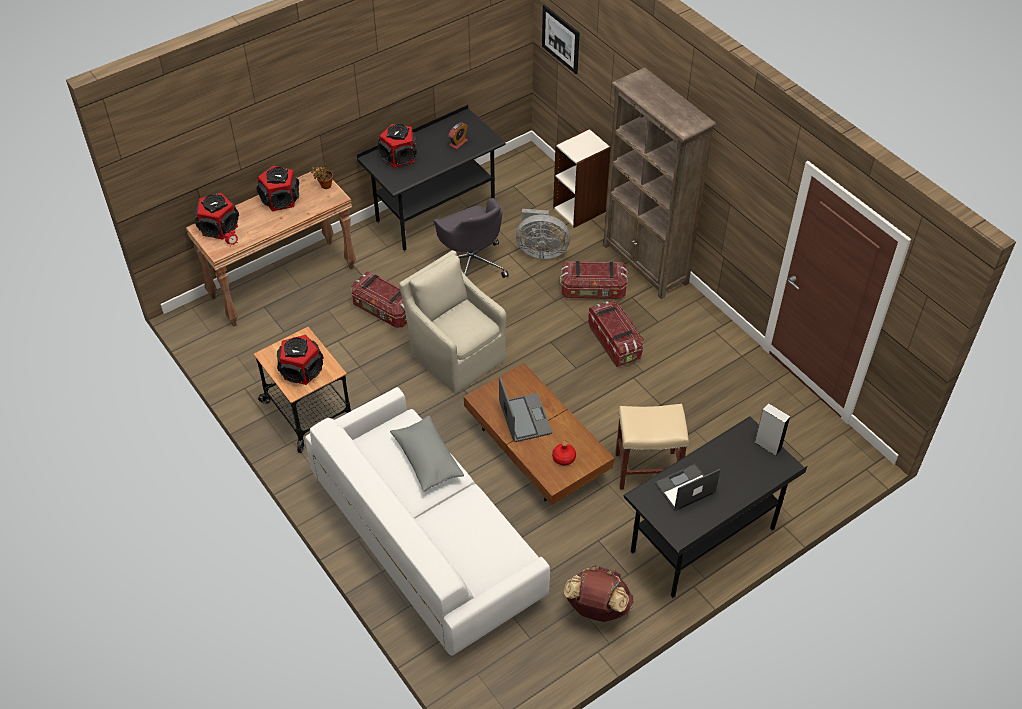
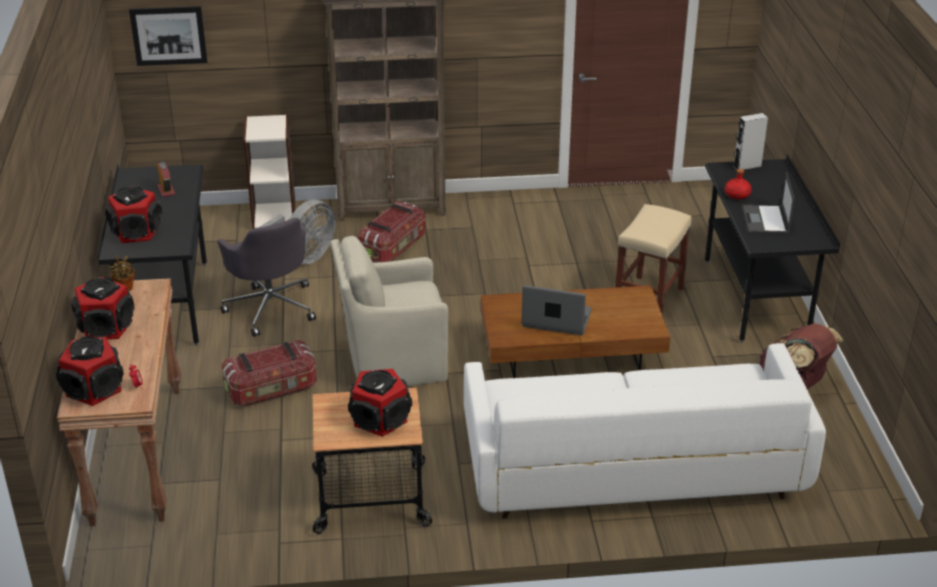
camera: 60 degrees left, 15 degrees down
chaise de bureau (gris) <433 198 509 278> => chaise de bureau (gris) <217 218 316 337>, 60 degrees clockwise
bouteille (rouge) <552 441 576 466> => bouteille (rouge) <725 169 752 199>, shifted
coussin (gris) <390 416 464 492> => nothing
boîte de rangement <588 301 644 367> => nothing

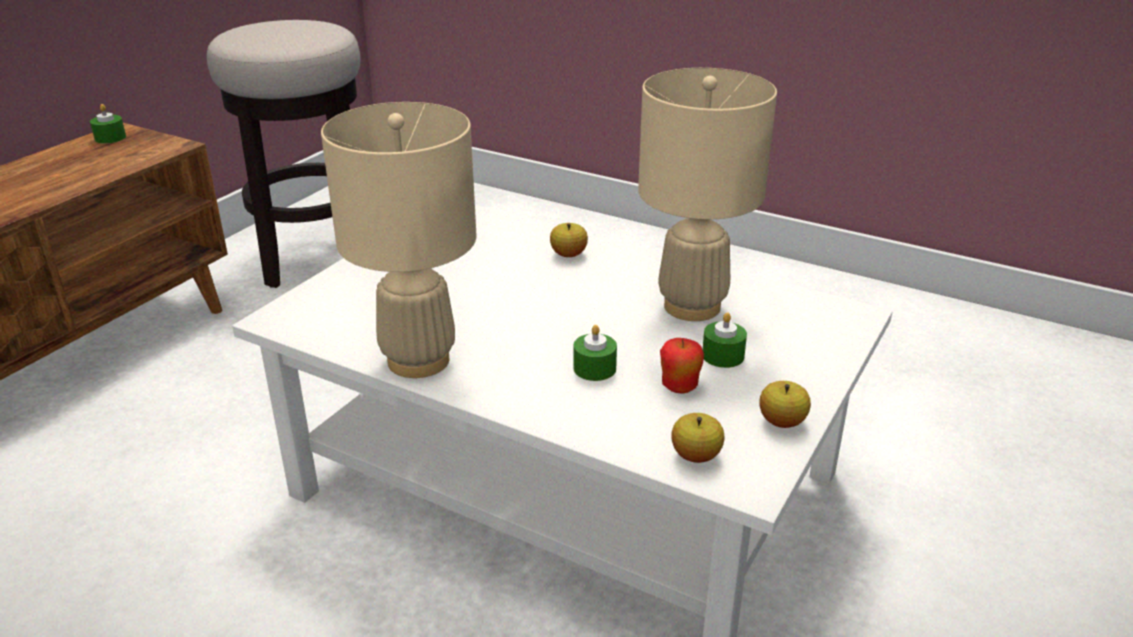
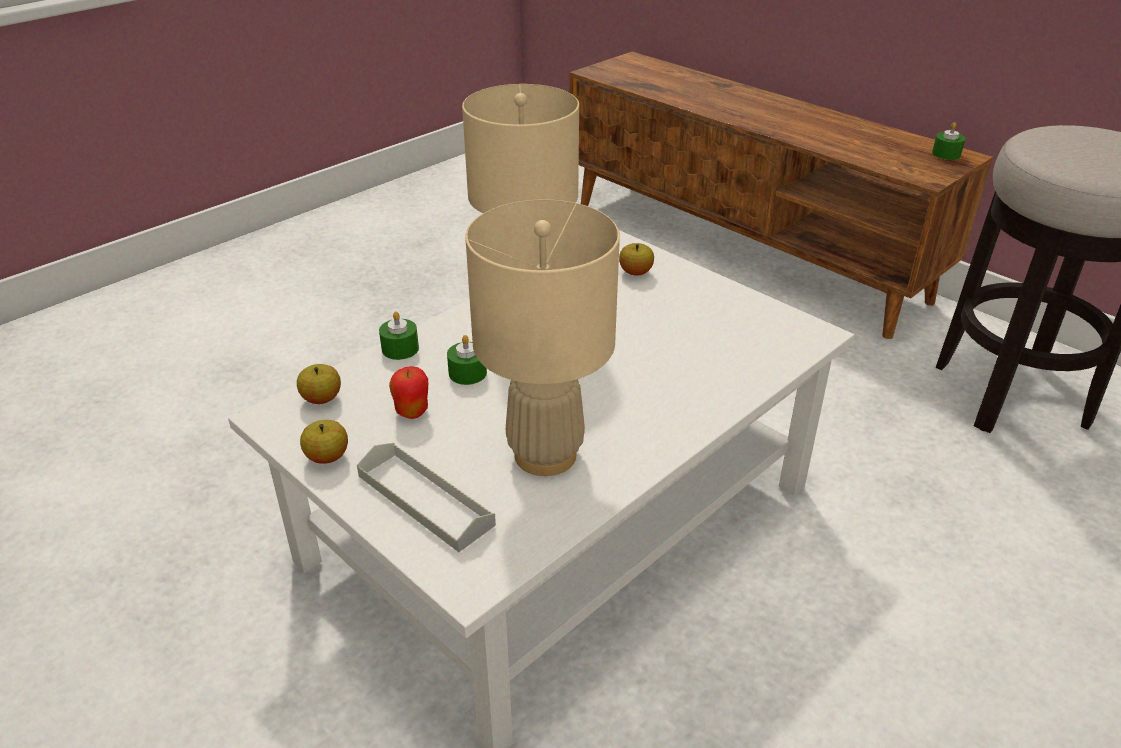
camera: 105 degrees right, 5 degrees up
nothing => plateau (gris) <357 443 496 552>
bougie (vert) <703 312 747 368> => bougie (vert) <379 311 419 360>, shifted
pomme <550 223 588 257> => pomme <619 243 654 276>, shifted

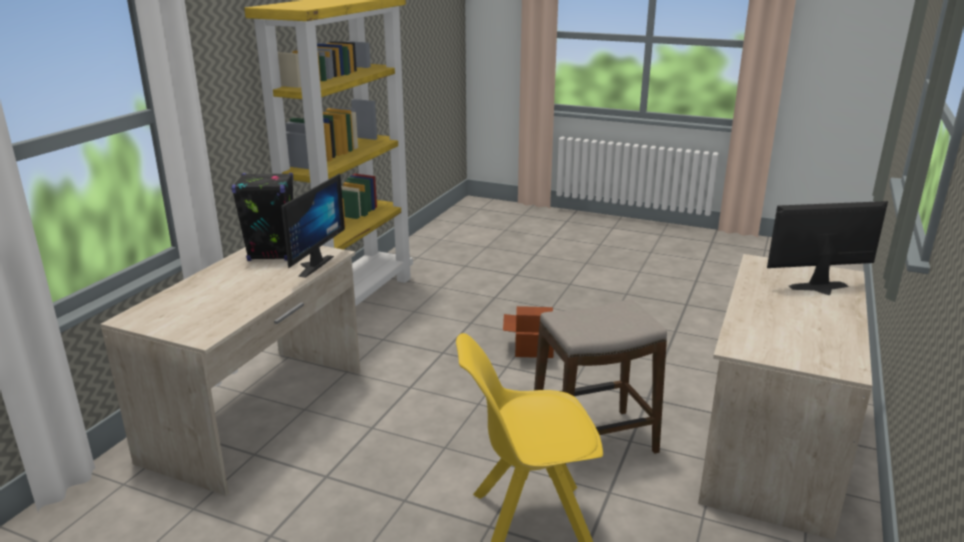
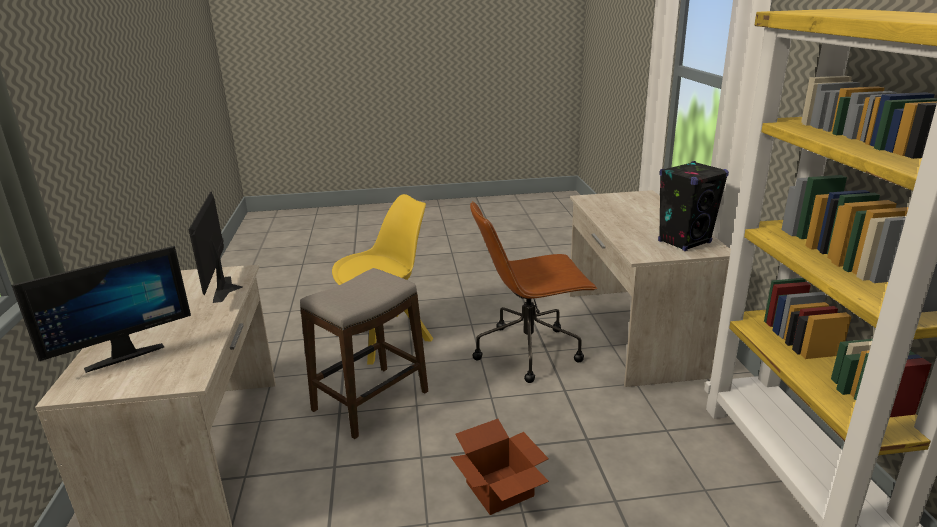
camera: 150 degrees right, 0 degrees up
écran d'ordinateur <281 173 345 278> => écran d'ordinateur <188 191 243 303>, shifted
nothing => chaise de bureau (marron) <470 201 598 383>

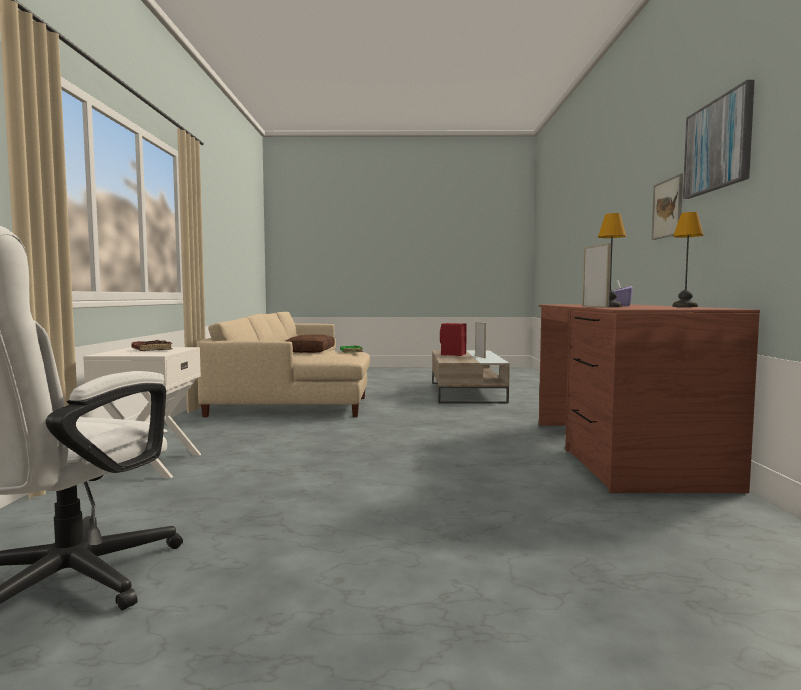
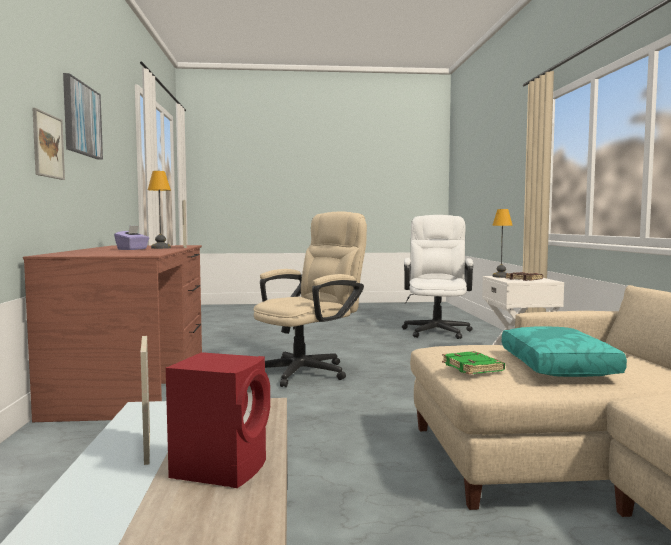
camera: 175 degrees right, 0 degrees up
nothing => chaise de bureau (beige) <253 212 367 387>
lampe de table <672 212 704 307> => lampe de table <492 209 513 278>, shifted
coussin (marron) <285 335 335 353> => coussin (turquoise) <502 326 627 377>

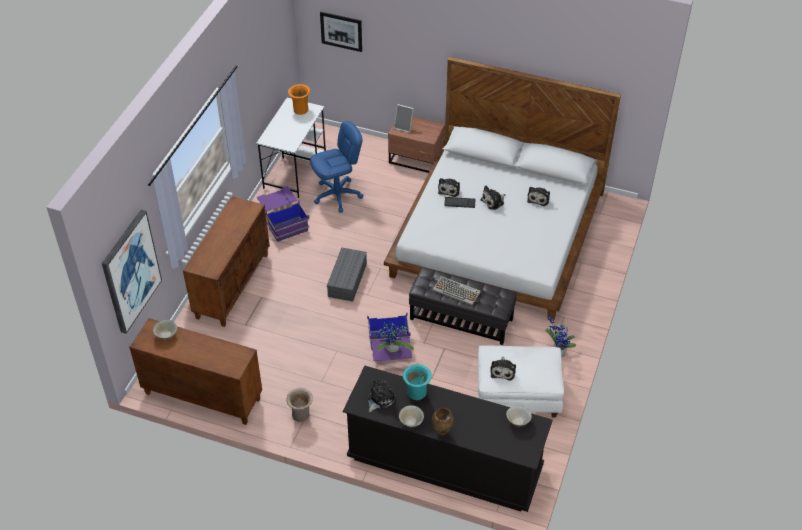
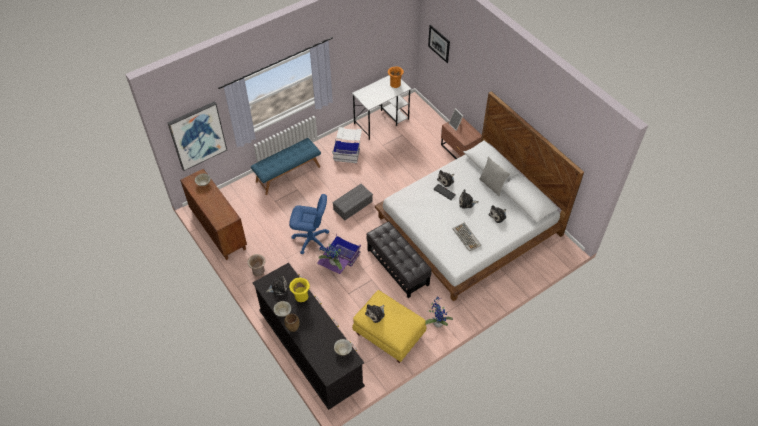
camera: 35 degrees right, 5 degrees up
meuble de rangement (marron) <183 196 270 327> => banc (bleu) <251 138 321 195>
chaise de bureau (bleu) <310 121 363 213> => chaise de bureau (bleu) <289 194 329 254>, shifted
vase (turquoise) <403 364 432 400> => vase (jaune) <289 278 310 302>
boîte de rangement (violet) <257 186 309 242> => boîte de rangement (blanc) <332 127 362 163>
pouf (blanc) <478 345 564 418> => pouf (jaune) <352 290 427 363>
clavier <433 276 481 306> => clavier <453 223 481 251>, shifted
nothing => coussin (gris) <479 156 510 197>

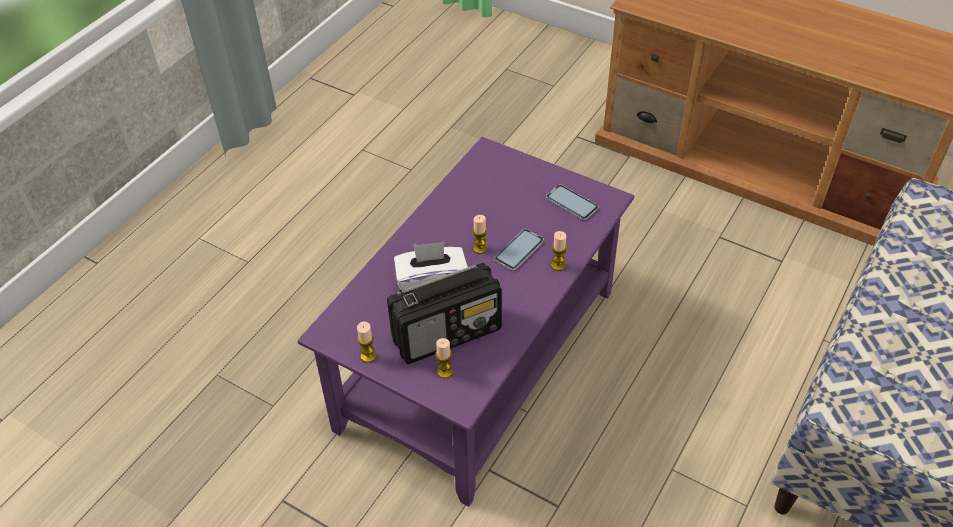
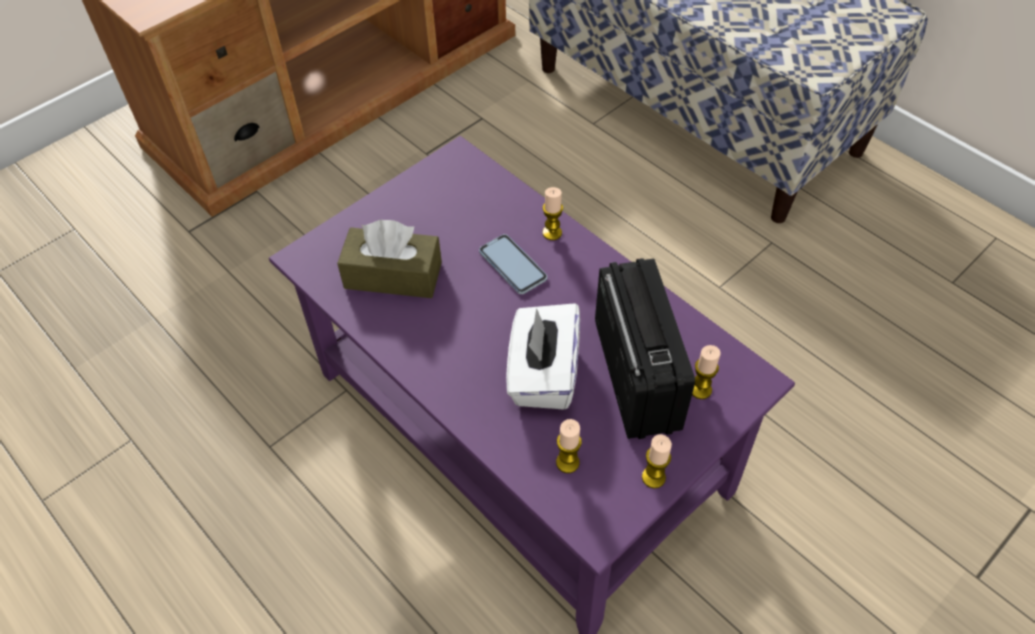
camera: 75 degrees left, 5 degrees up
nothing => boîte à mouchoirs (marron) <337 220 442 298>
bougie <472 215 488 254> => bougie <556 419 582 473>, shifted
téléphone <546 184 599 220> => nothing

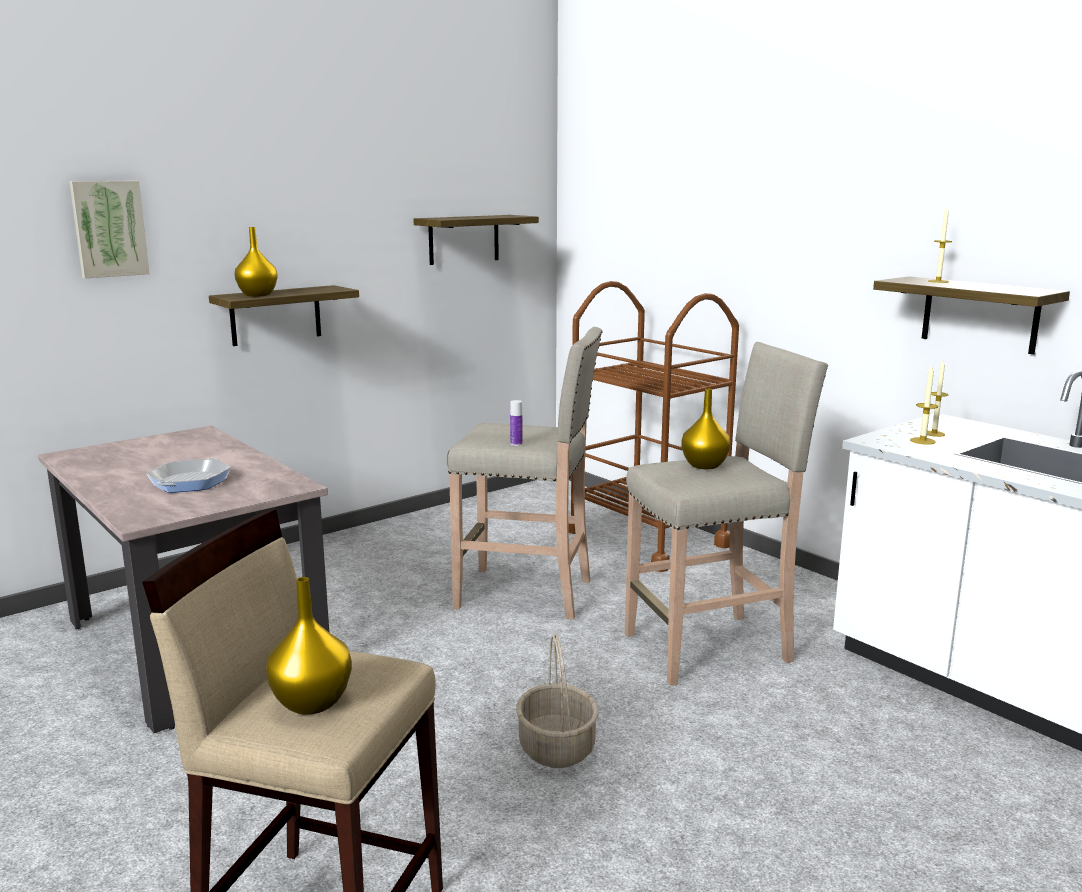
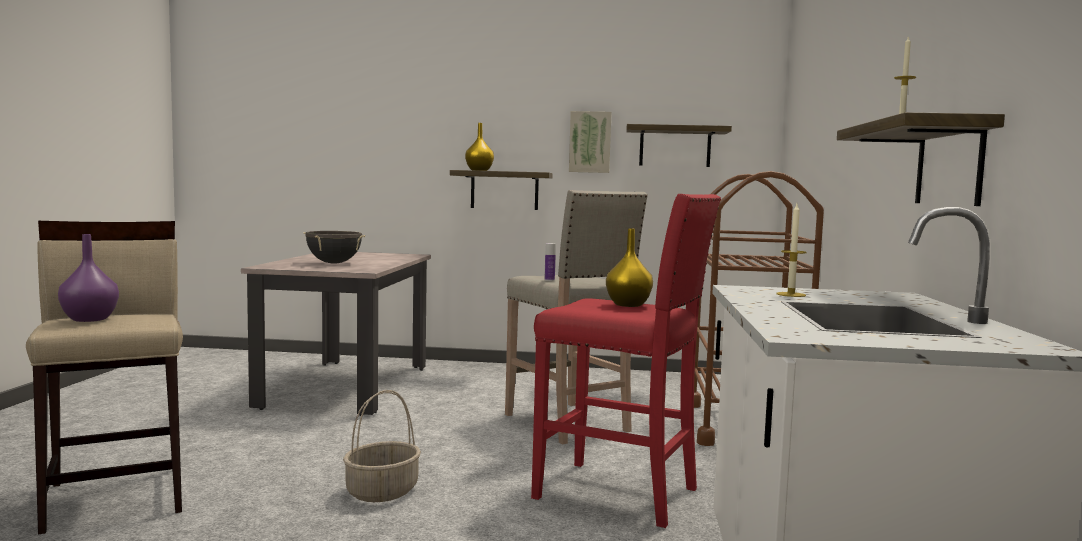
camera: 45 degrees right, 10 degrees down
vase (jaune) <266 577 352 715> => vase (violet) <58 234 119 322>
poêle <146 458 231 493> => marmite (noir) <304 231 365 264>
tabouret (beige) <625 342 828 686> => tabouret (rouge) <531 194 721 528>
tableau <69 181 150 278> => tableau <569 111 612 173>, shifted
bougie <927 361 948 437> => nothing

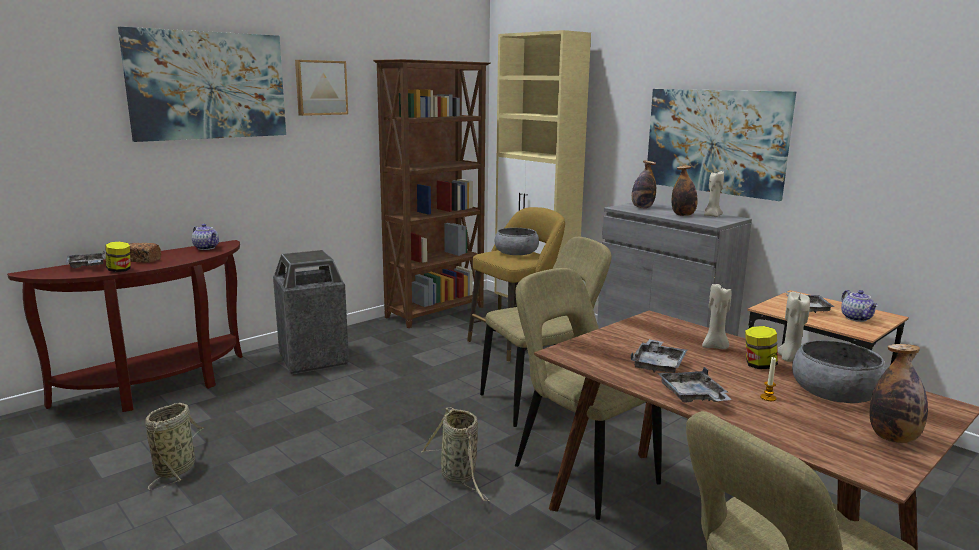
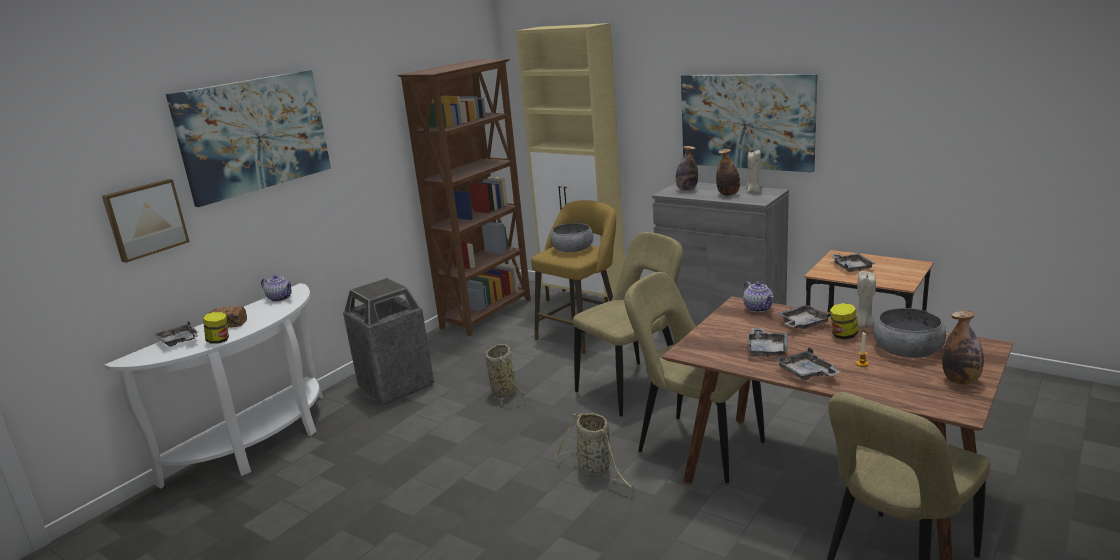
camera: 10 degrees left, 5 degrees up
tableau <295 60 348 116> => tableau <102 179 189 263>, shifted
table console (marron) <7 240 243 412> => table console (blanc) <105 283 323 489>
panier <145 403 204 491> => panier <485 344 526 406>, shifted
théière <841 290 878 322> => théière <743 281 773 312>, shifted
bougie (beige) <702 284 732 349> => plateau (gris) <778 305 831 329>

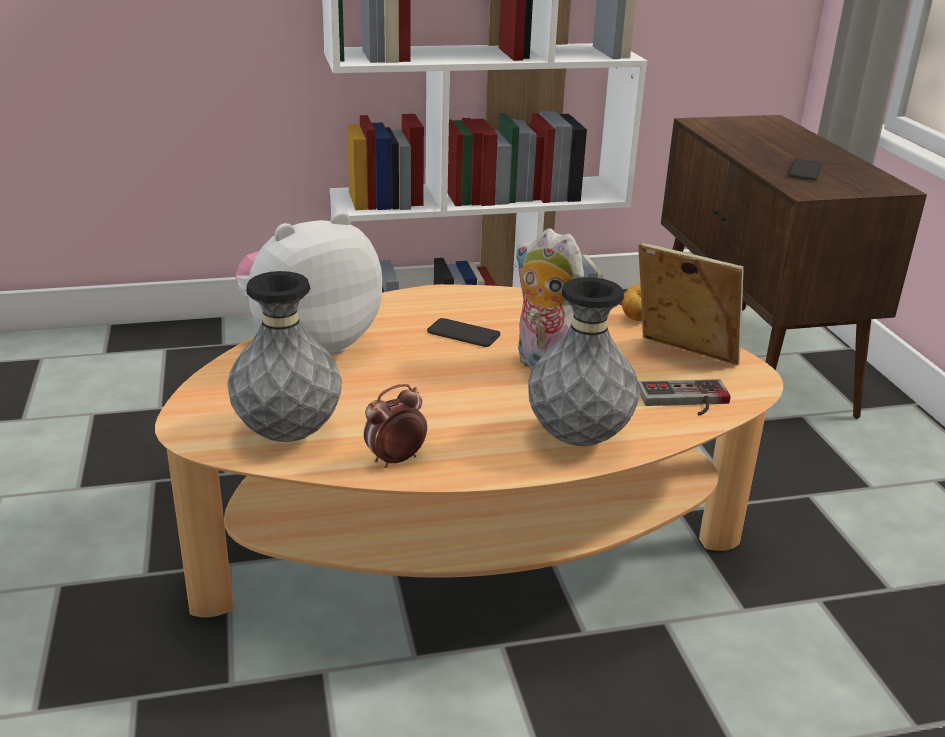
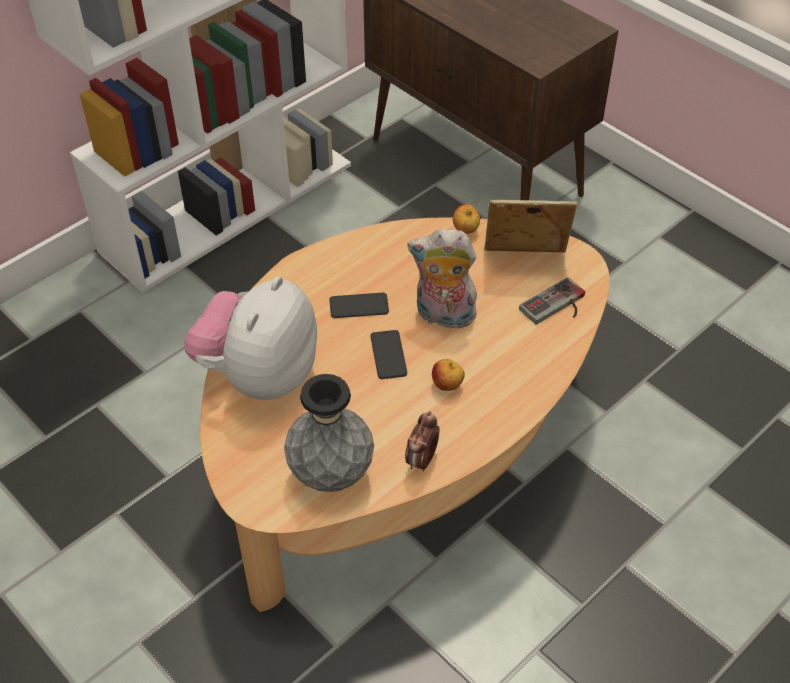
camera: 30 degrees left, 20 degrees up
téléphone <788 159 823 180> => téléphone <371 330 407 379>, shifted
nothing => pomme <432 359 465 391>
vase (gris) <528 277 640 446> => nothing

